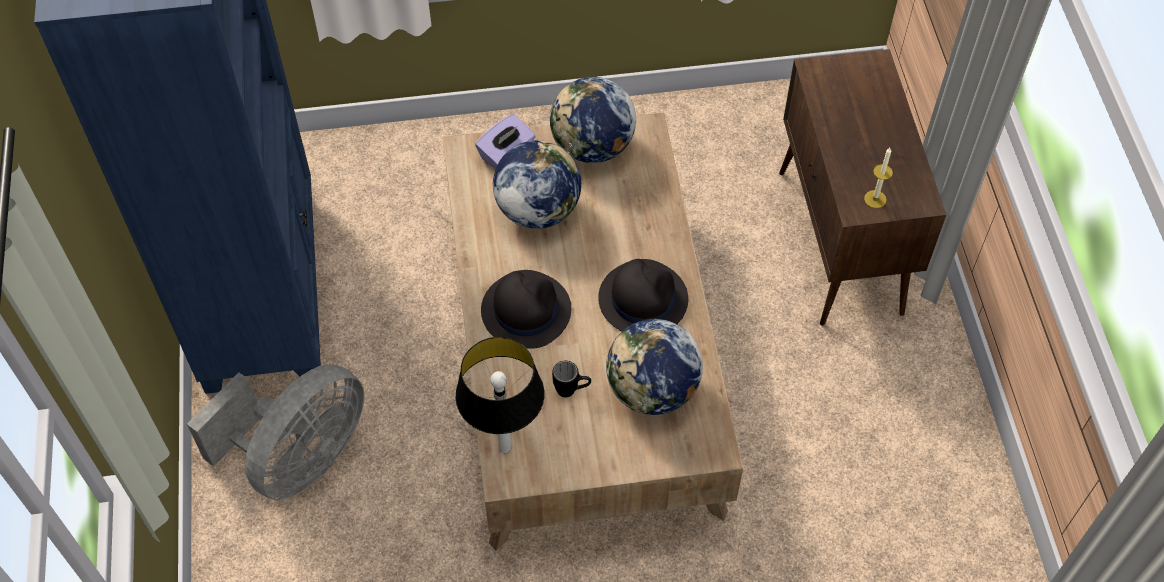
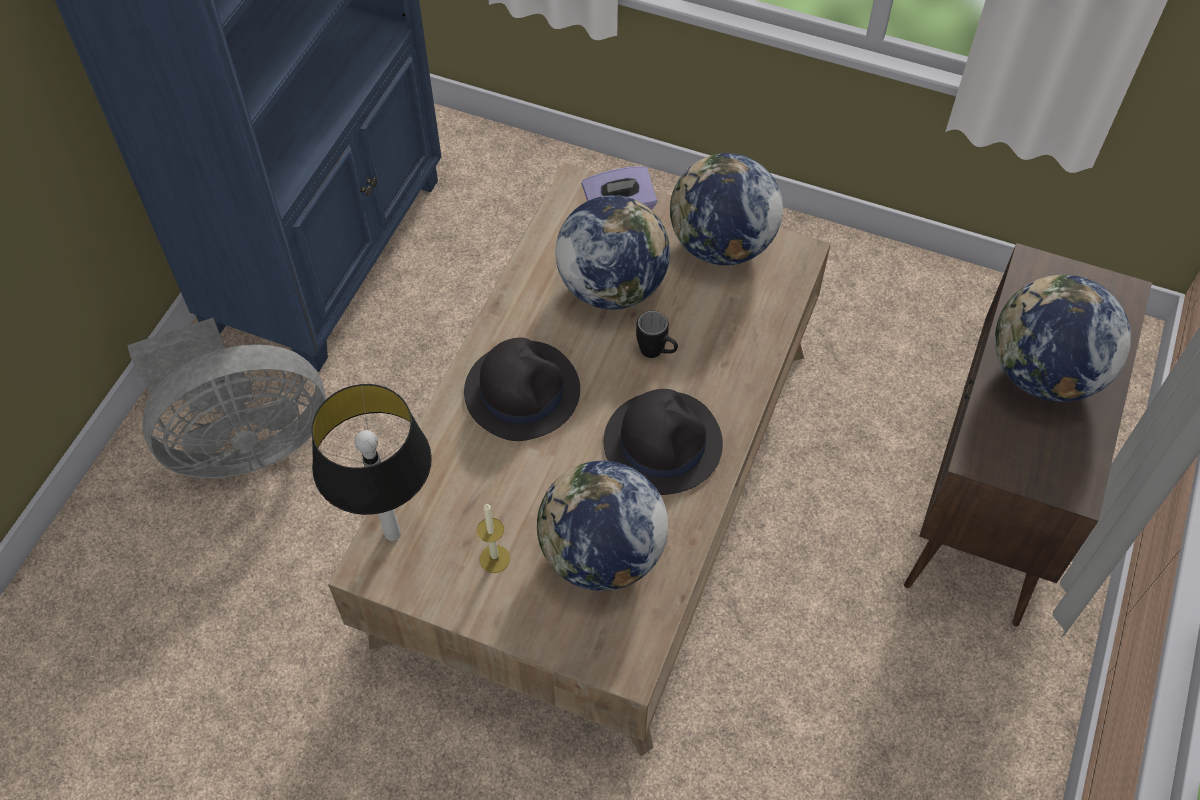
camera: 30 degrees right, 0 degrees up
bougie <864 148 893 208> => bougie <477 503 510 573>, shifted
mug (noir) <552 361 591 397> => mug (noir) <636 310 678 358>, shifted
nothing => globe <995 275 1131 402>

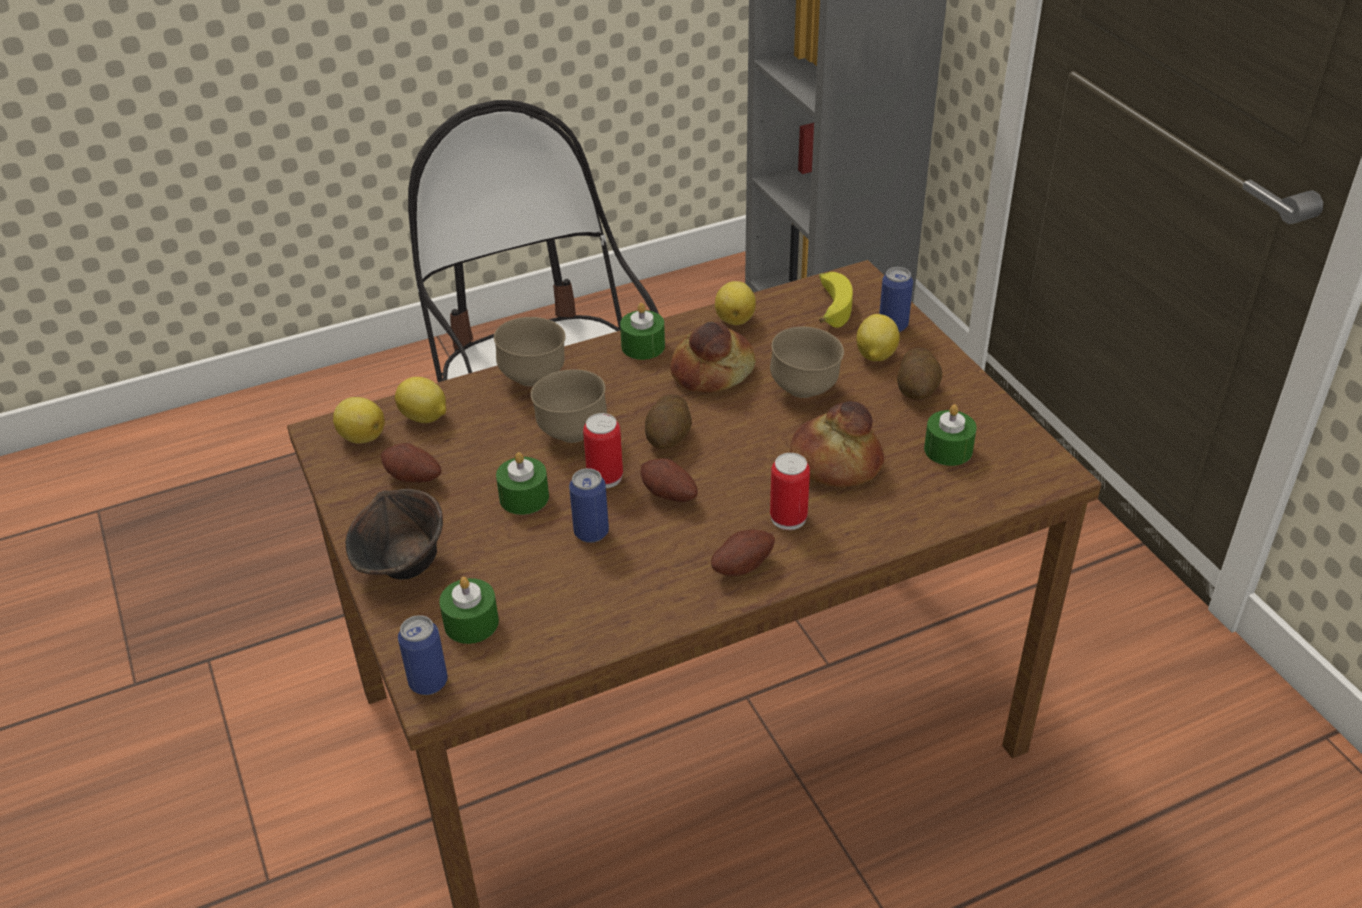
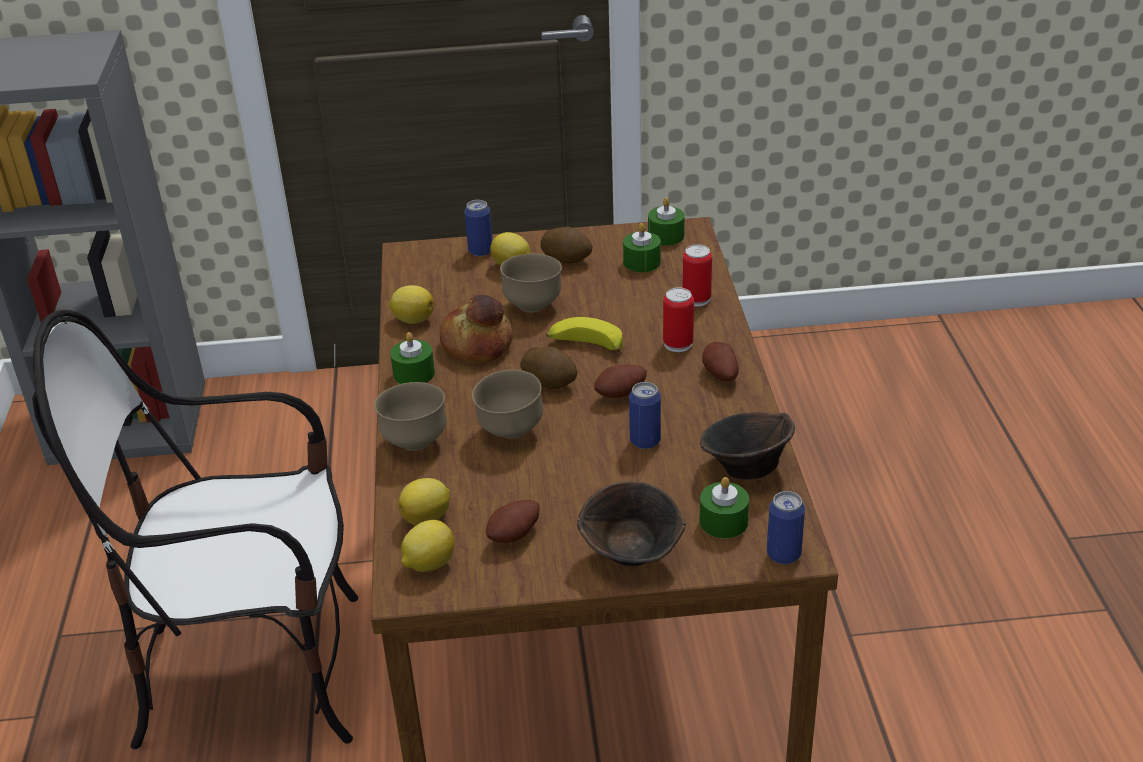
camera: 70 degrees left, 5 degrees down
banane <819 272 853 328> => banane <546 317 623 352>, shifted
bougie (vert) <496 452 549 515> => bougie (vert) <648 197 685 246>, shifted
boîte métallique <583 413 623 488> => boîte métallique <682 244 712 307>, shifted
nothing => bol (marron) <700 412 795 480>
pain <790 401 884 487> => nothing

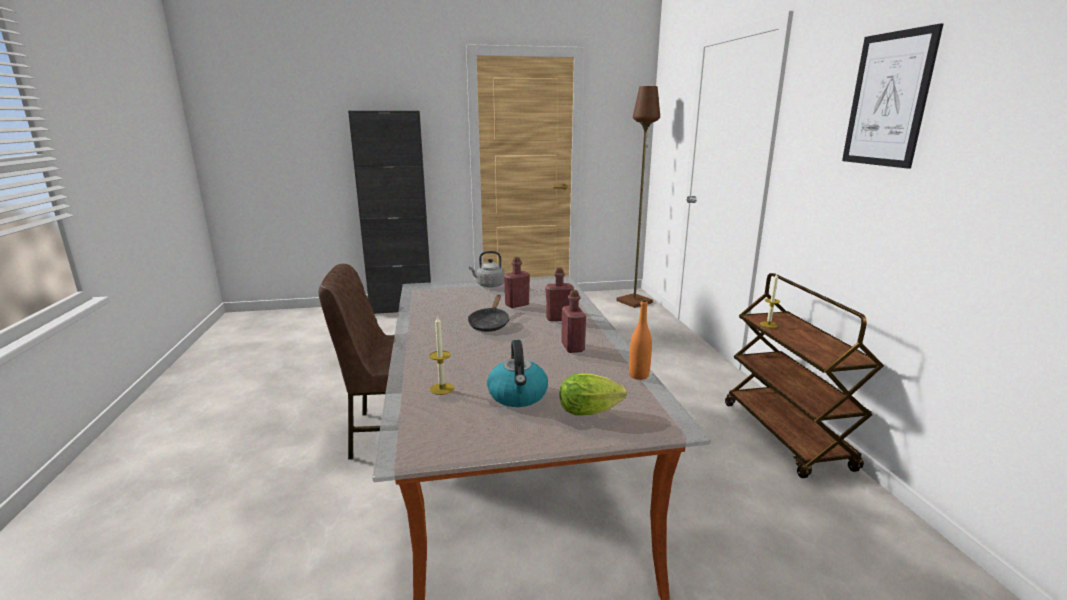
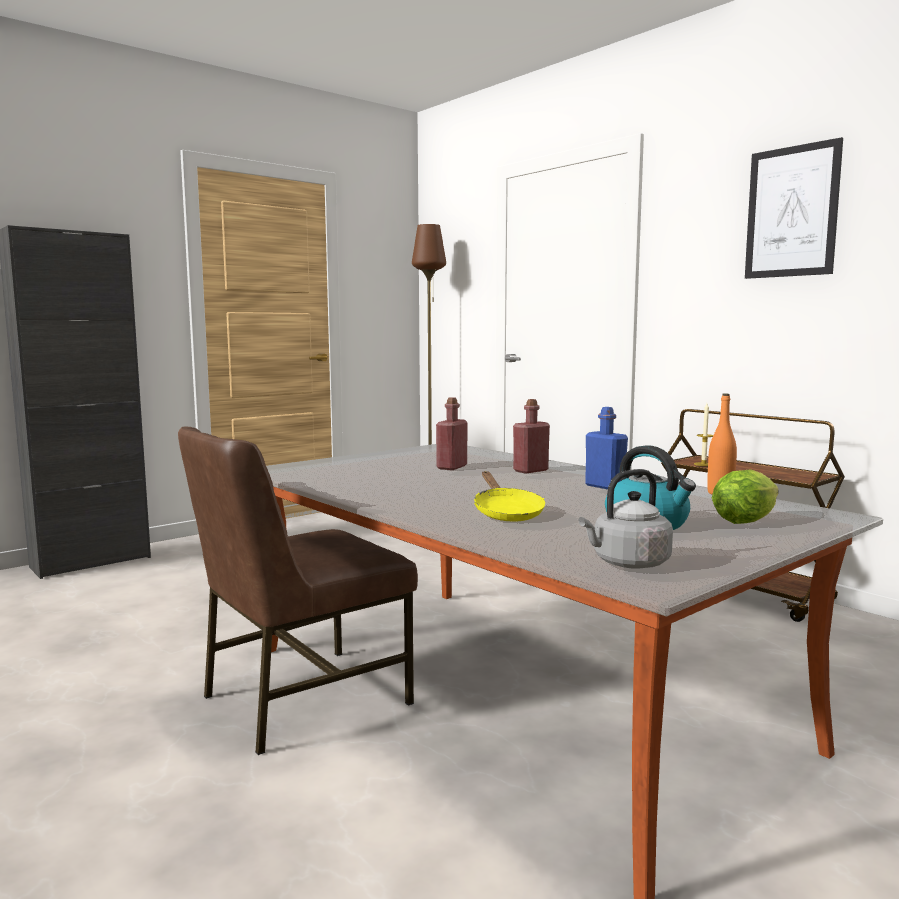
camera: 30 degrees left, 10 degrees down
nothing => poêle (jaune) <474 471 545 522>
bouilloire (gris) <469 251 505 288> => bouilloire (gris) <579 469 673 569>, shifted
bouteille (rouge) <561 290 586 353> => bouteille (bleu) <585 407 628 489>
bougie <429 315 454 395> => nothing
poêle (noir) <468 295 509 332> => nothing

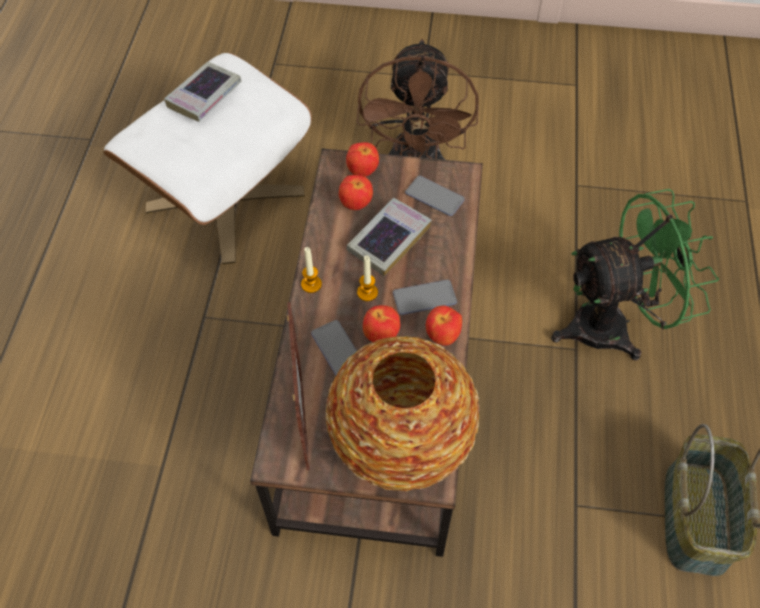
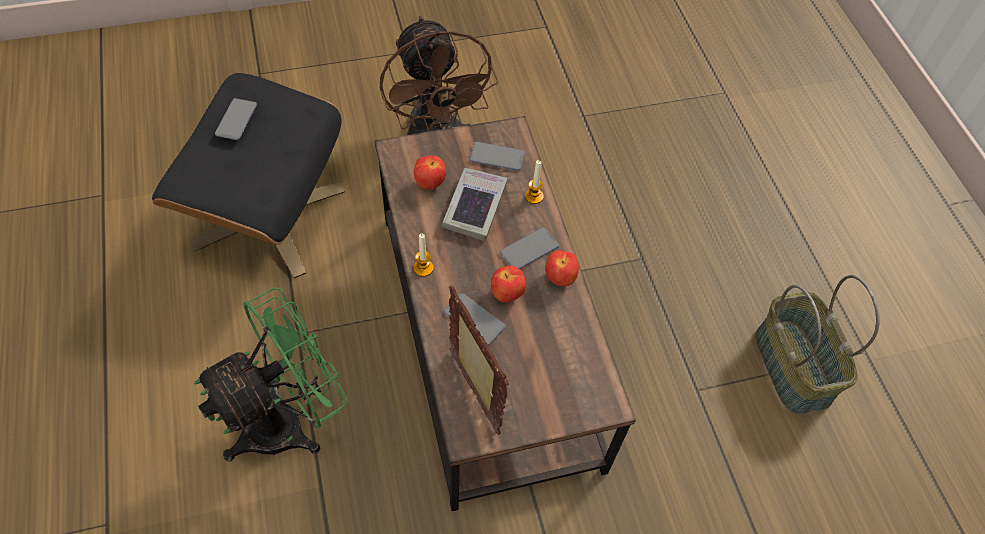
camera: 25 degrees left, 0 degrees up
pouf (blanc) <103 53 312 264> => pouf (noir) <152 72 345 279>
ventilateur (vert) <551 189 719 361> => ventilateur (vert) <194 287 349 462>, shifted
livre <164 62 242 122> => téléphone <215 98 257 140>
bougie <357 256 378 301> => bougie <525 160 544 204>, shifted
vase <326 336 479 491> => nothing
pomme <346 142 379 177> => nothing

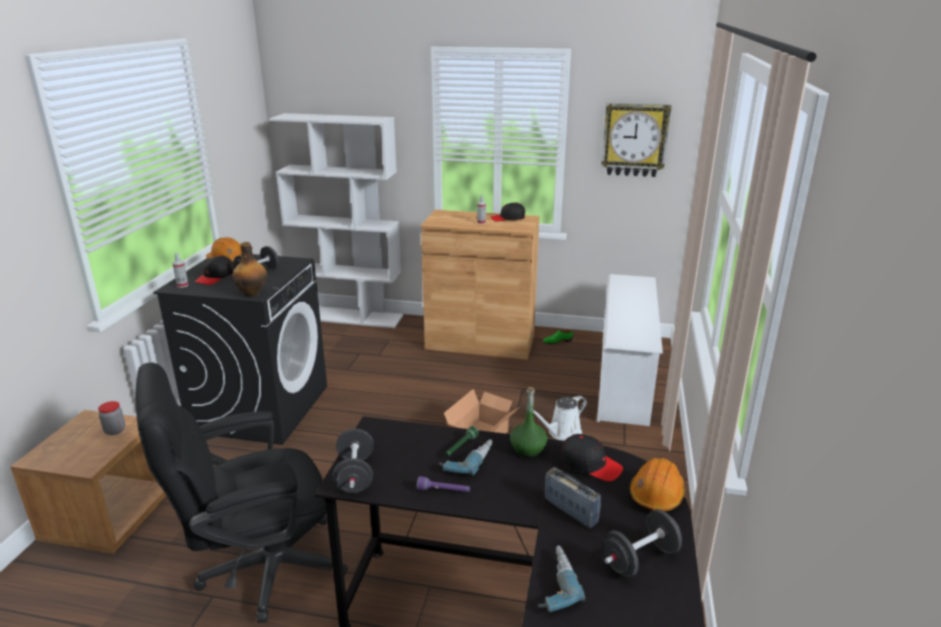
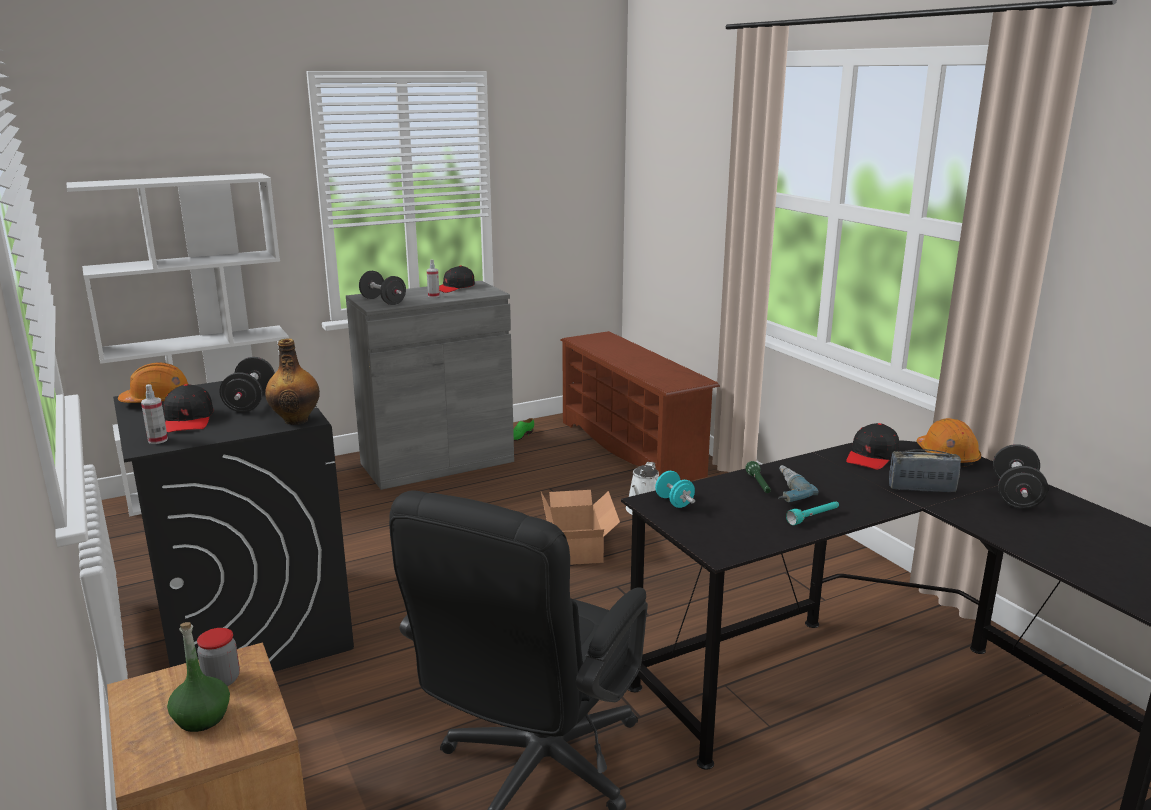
camera: 40 degrees left, 5 degrees down
bouteille (vert) <510 387 548 457> => bouteille (vert) <167 622 230 732>, shifted
meuble de rangement (marron) <421 210 539 360> => meuble de rangement (gris) <346 281 514 490>
haltère (noir) <332 429 374 493> => haltère (noir) <359 271 406 305>, shifted
étagère à chaussures (blanc) <597 274 663 426> => étagère à chaussures (marron) <560 331 720 481>
nothing => haltère (turquoise) <655 471 695 508>
lampe de poche (violet) <417 476 470 492> => lampe de poche (turquoise) <786 501 839 525>
casquette (noir) <561 434 623 482> => casquette (noir) <846 423 899 470>, 135 degrees clockwise
perceuse <539 545 585 612> => nothing
horloge murale <601 103 671 177> => nothing

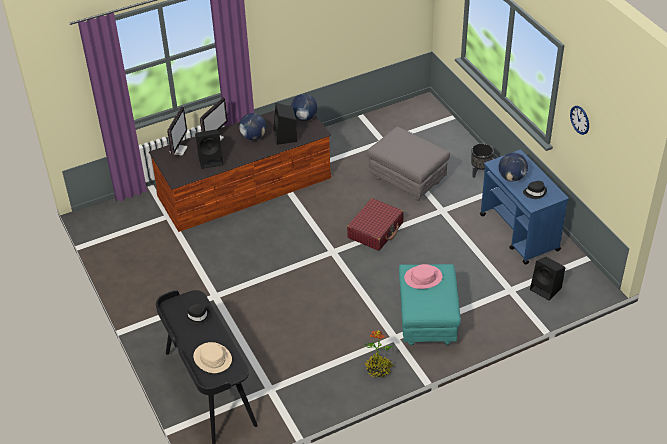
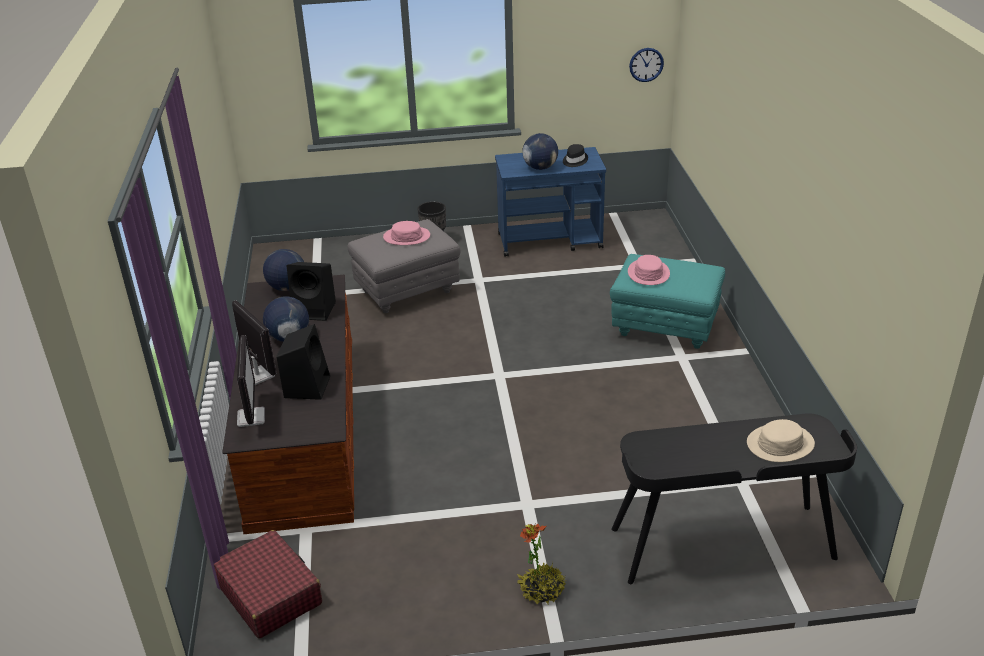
camera: 70 degrees left, 10 degrees down
valise (rouge) <347 198 404 251> => valise (rouge) <214 530 322 639>, shifted
écran d'ordinateur <167 106 188 156> => écran d'ordinateur <237 335 265 427>, 45 degrees clockwise
nothing => chapeau (rose) <383 221 430 245>
plante en pot <364 330 394 377> => plante en pot <517 524 566 604>, shifted
horloge murale <570 106 589 135> => horloge murale <629 48 664 82>, shifted
chapeau (noir) <185 304 210 325> => nothing
enceinte (noir) <530 257 565 301> => nothing

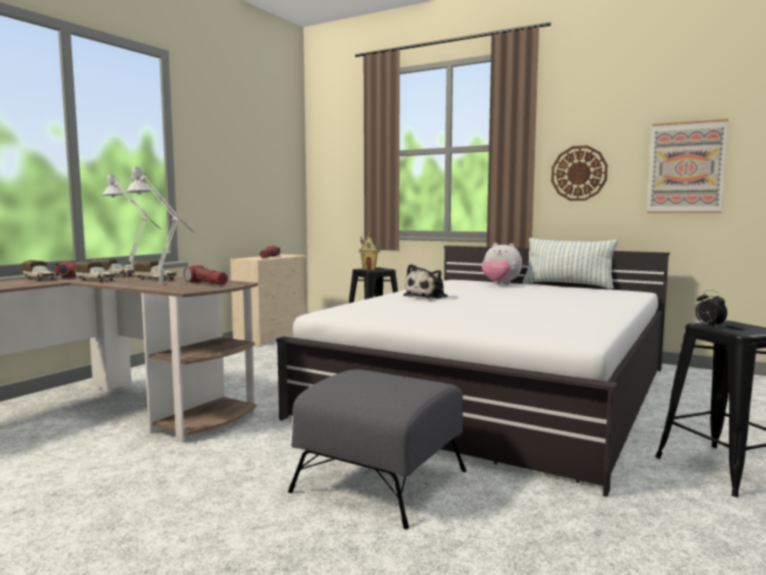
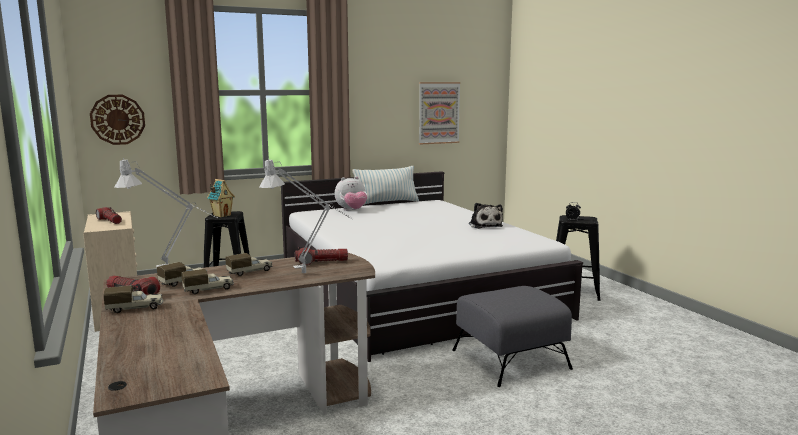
camera: 55 degrees left, 5 degrees up
horloge murale <551 145 608 201> => horloge murale <90 95 145 145>, shifted
peluche <403 264 448 299> => peluche <469 203 503 229>, shifted

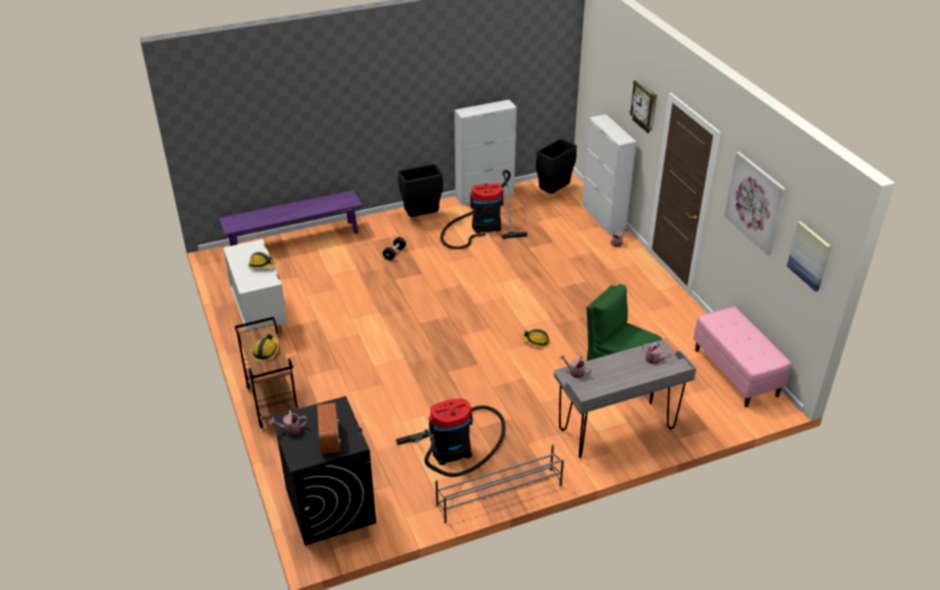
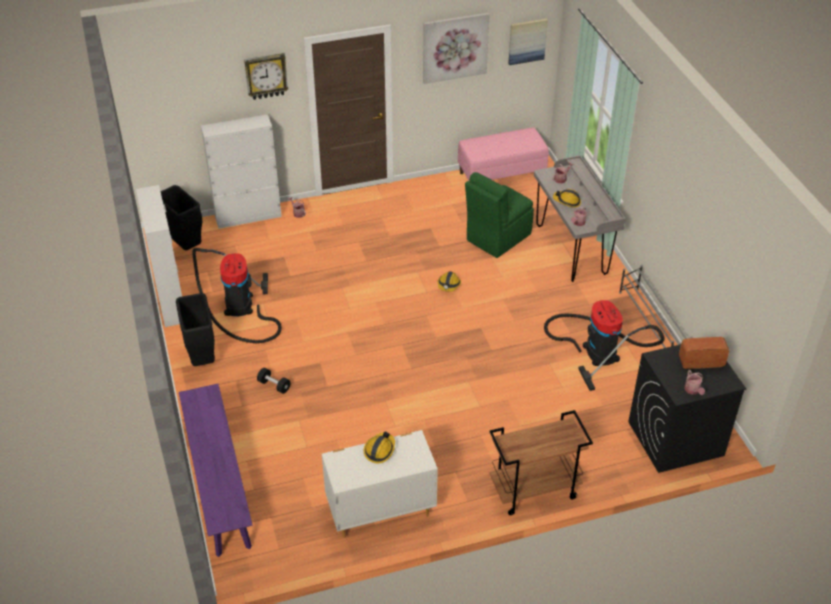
camera: 85 degrees left, 5 degrees up
casque de chantier <251 334 278 361> => casque de chantier <553 189 581 208>, shifted

